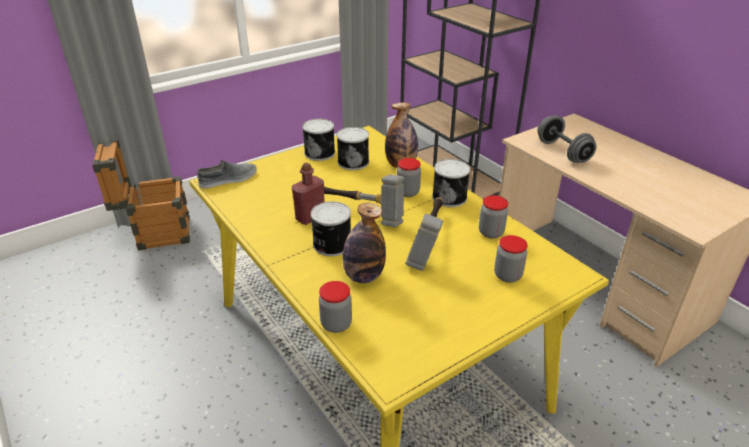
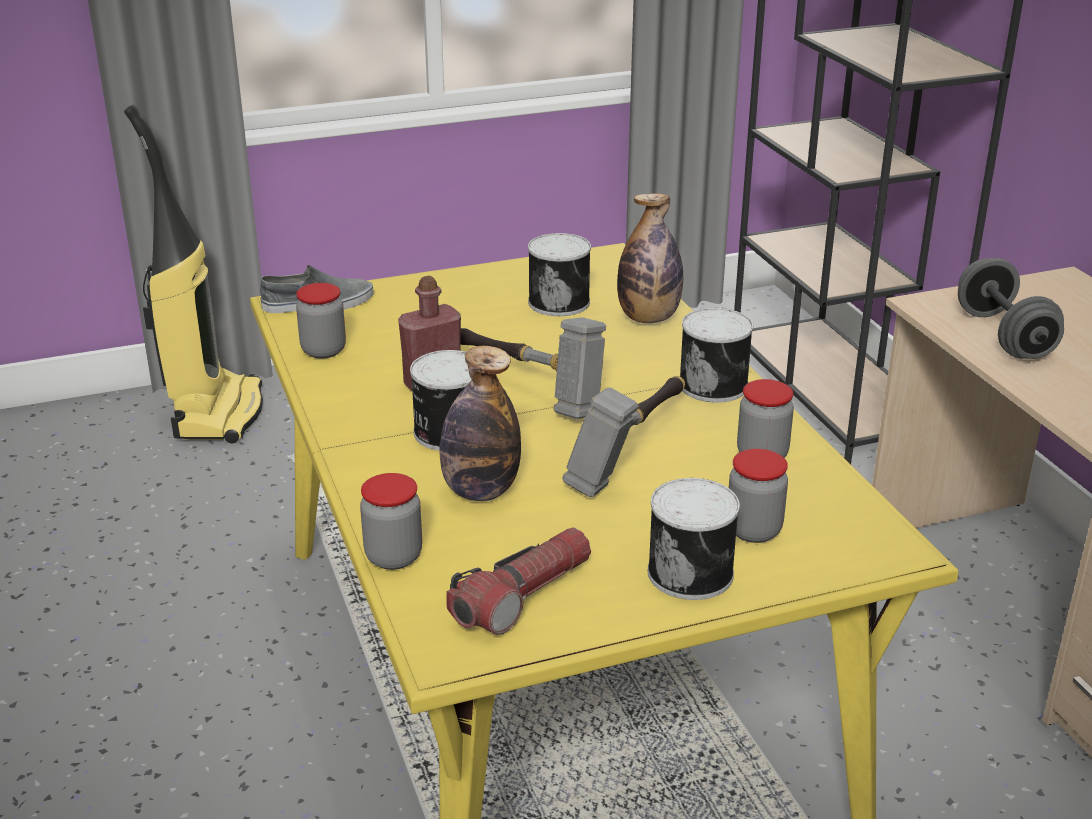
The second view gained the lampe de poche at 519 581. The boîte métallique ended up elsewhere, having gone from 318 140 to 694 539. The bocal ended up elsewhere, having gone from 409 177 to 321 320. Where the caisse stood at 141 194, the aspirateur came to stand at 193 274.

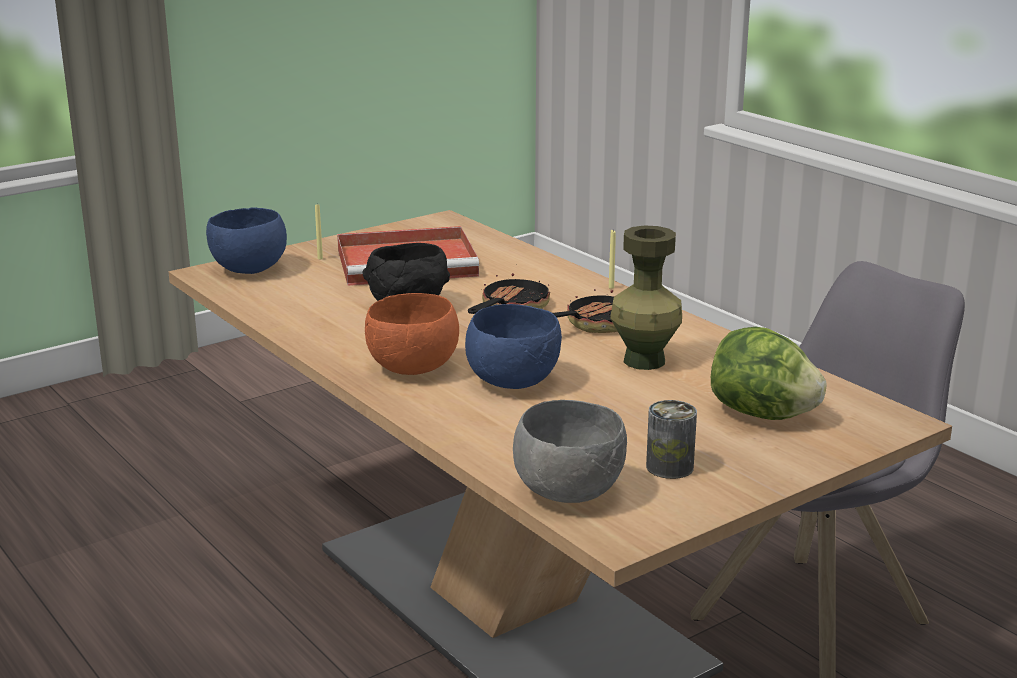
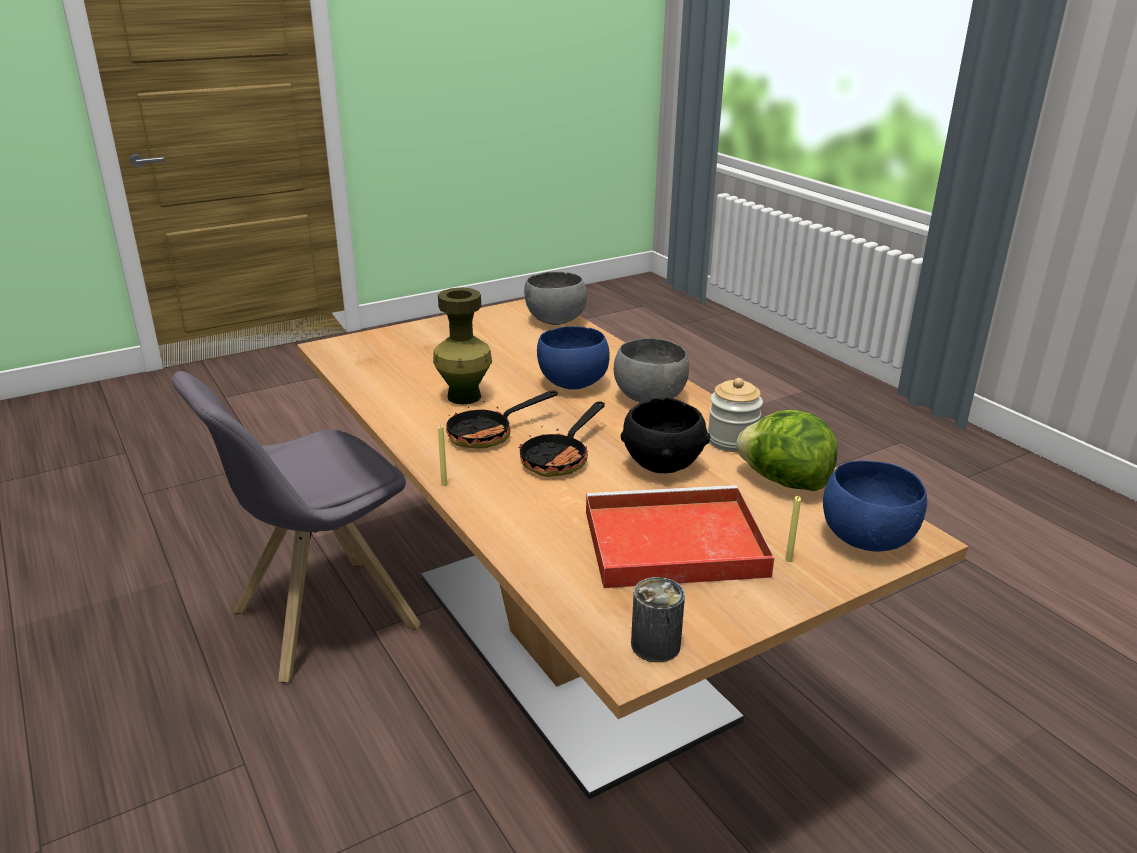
The second view gained the bocal at 735 415. The boîte métallique ended up elsewhere, having gone from 671 439 to 658 619. The laitue ended up elsewhere, having gone from 768 373 to 787 450. What was the bol (orange) at 412 334 turned into the bol (gris) at 651 370.

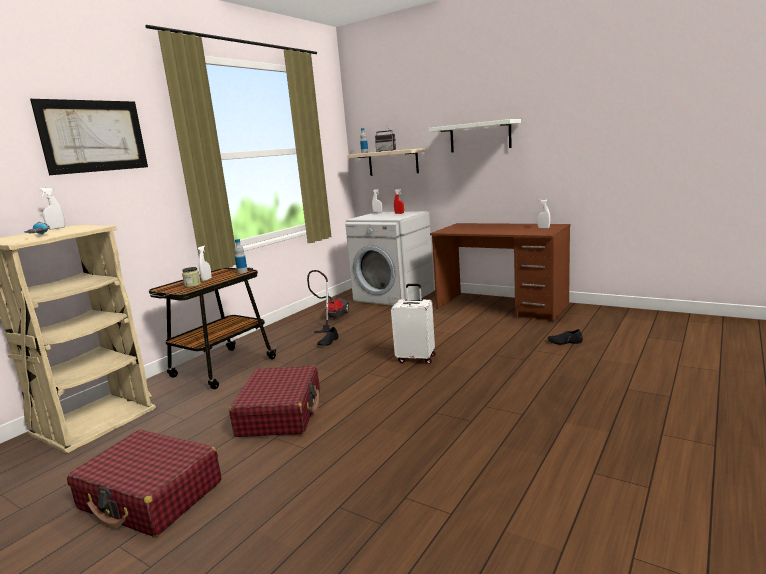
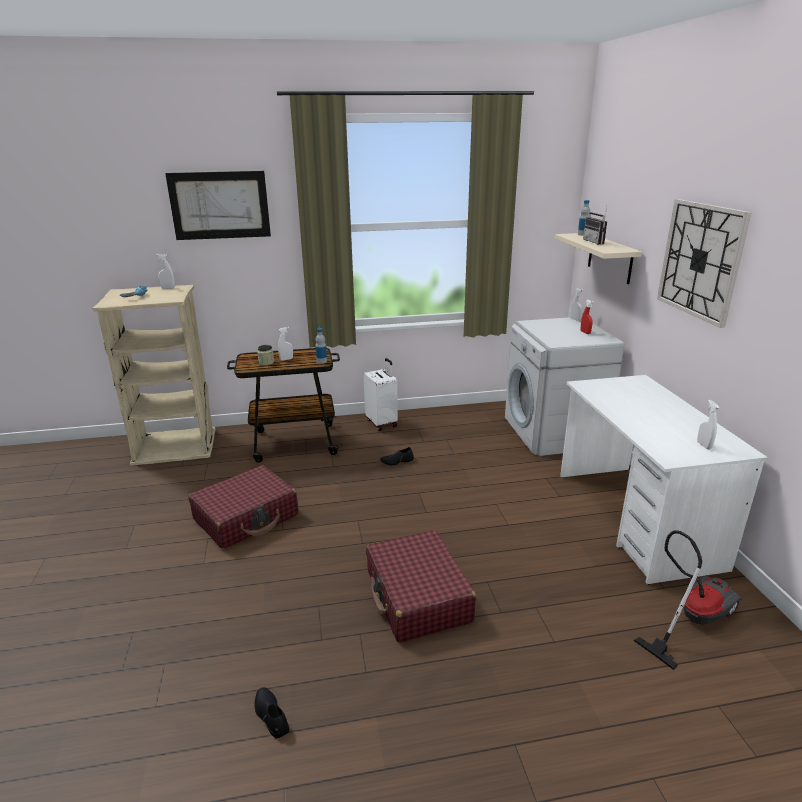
The valise (rouge) ended up elsewhere, having gone from 144 483 to 421 586. The aspirateur ended up elsewhere, having gone from 328 301 to 688 600. The valise (blanc) ended up elsewhere, having gone from 413 324 to 380 394. The chaussure (noir) ended up elsewhere, having gone from 565 337 to 271 713. Where the étagère (blanc) hung at 475 136, the horloge murale came to hang at 704 263. What was the bureau (marron) at 500 272 turned into the bureau (blanc) at 664 479.

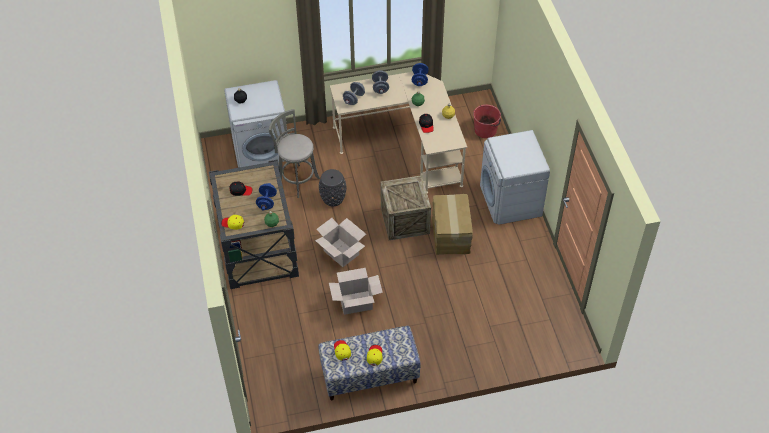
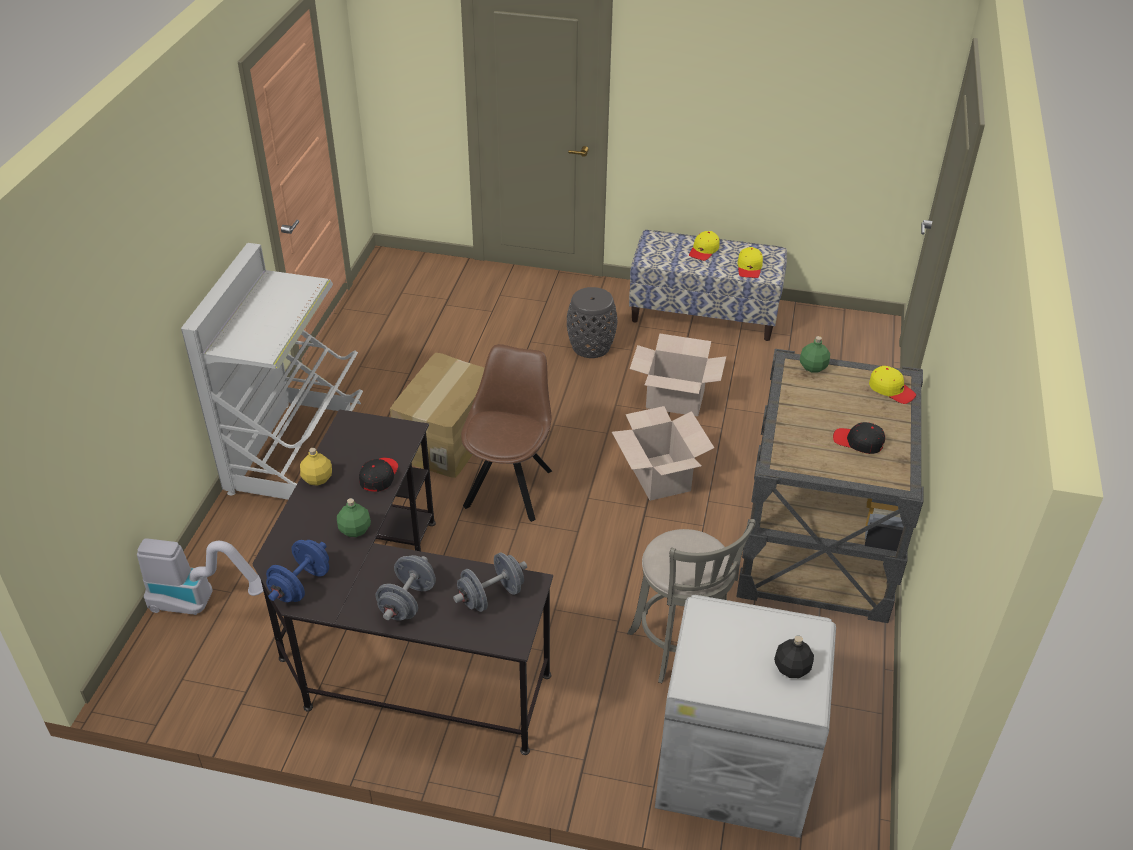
The second view lost the haltère (bleu) at 266 197. The tabouret (gris) ended up elsewhere, having gone from 332 187 to 592 322. Where the caisse stood at 405 207, the chaise (marron) came to stand at 506 433. Where the seau (rouge) stood at 487 121, the aspirateur came to stand at 200 576. Where the lave-linge (blanc) stood at 515 177, the étagère à chaussures (blanc) came to stand at 272 371. What was the bureau (beige) at 398 133 turned into the bureau (noir) at 402 582.

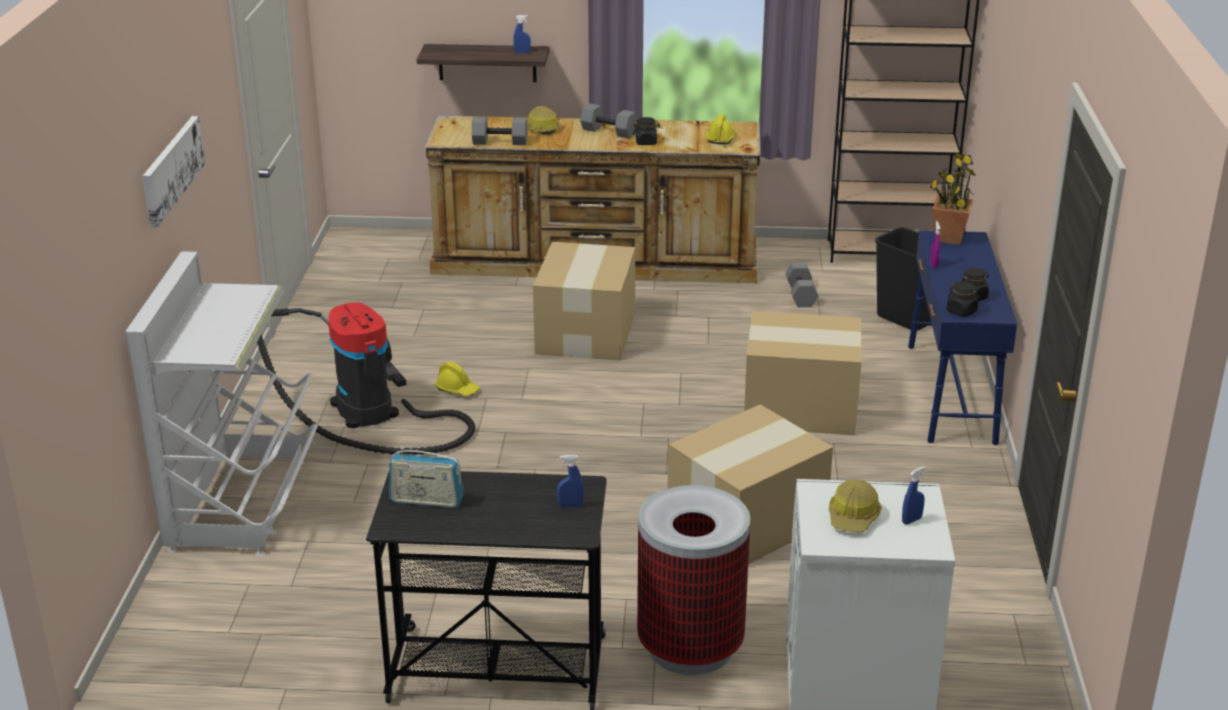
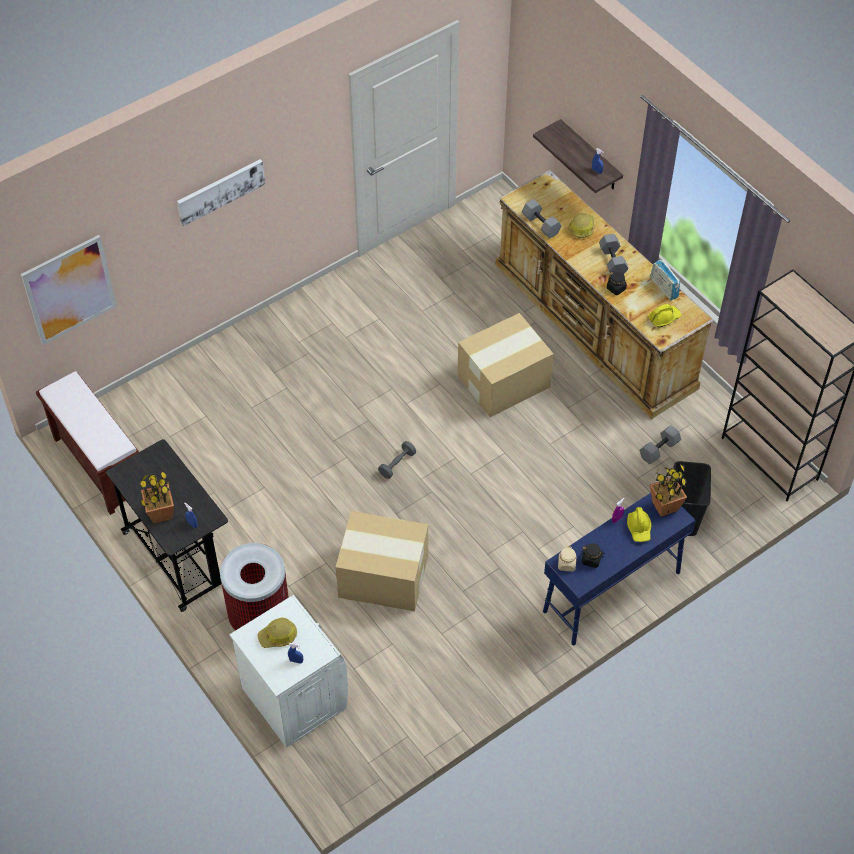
The second view lost the étagère à chaussures (blanc) at 222 403. The second view lost the aspirateur at 364 378. The second view lost the carton at 802 373. The second view gained the tableau at 69 290. The second view gained the banc (marron) at 87 443. The second view gained the plante en pot at 156 497. The second view gained the haltère (gris) at 397 460. The radio ended up elsewhere, having gone from 426 477 to 665 280. The casque de chantier (jaune) ended up elsewhere, having gone from 457 379 to 639 524. What was the bocal (noir) at 962 299 turned into the bocal (beige) at 567 558.

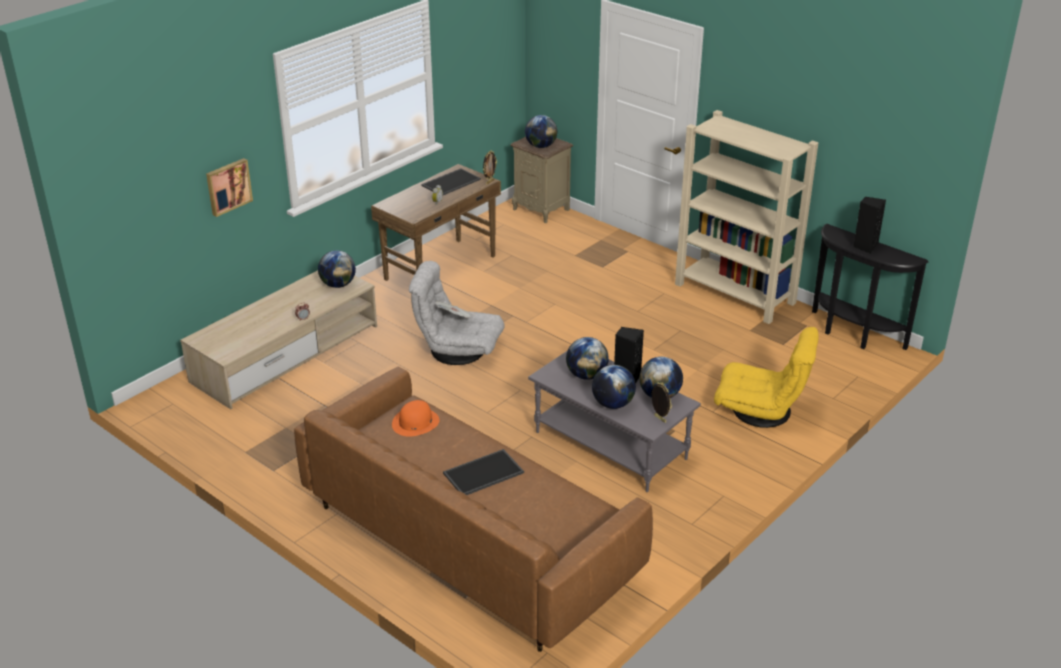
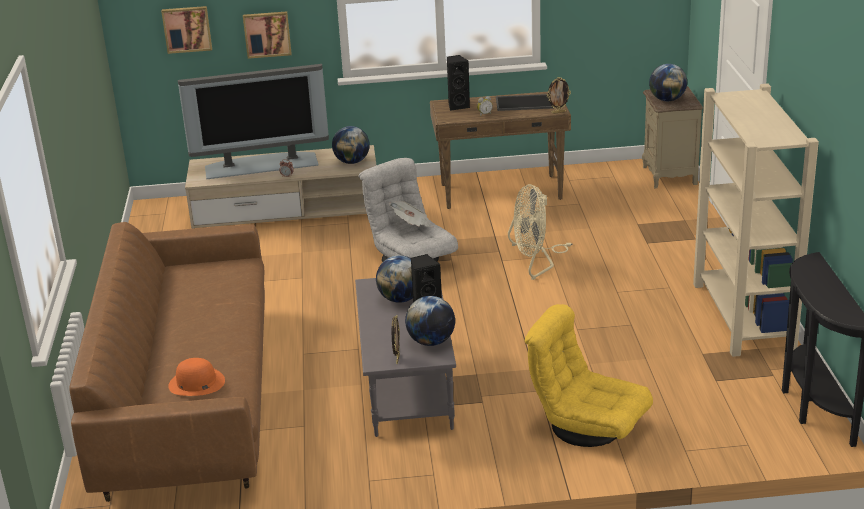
The second view lost the plateau at 483 472. The second view lost the globe at 614 387. The second view gained the tableau at 186 30. The second view gained the téléviseur at 253 121. The second view gained the ventilateur (beige) at 540 232. The chapeau (orange) ended up elsewhere, having gone from 416 418 to 196 377. The enceinte (noir) ended up elsewhere, having gone from 869 225 to 458 83. The fauteuil (jaune) at 766 377 ended up facing another way, 150 degrees clockwise from before.

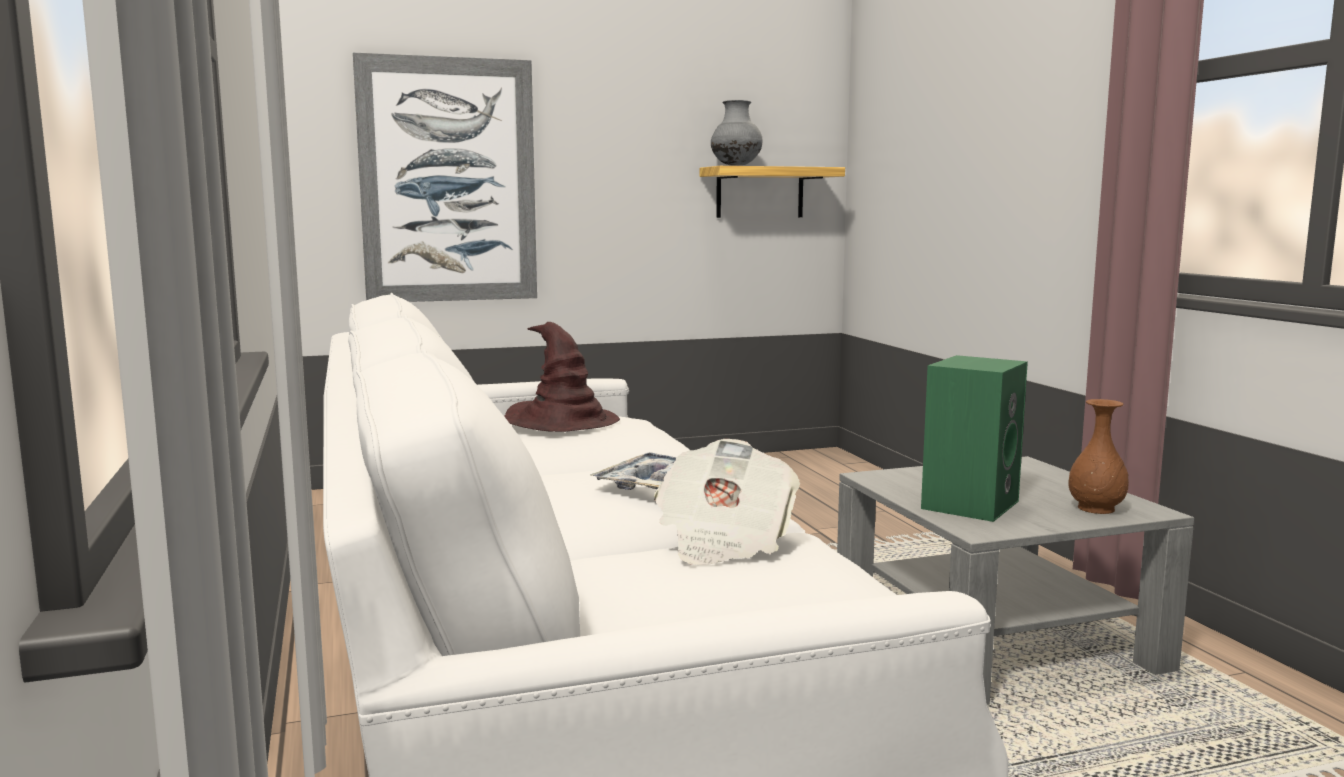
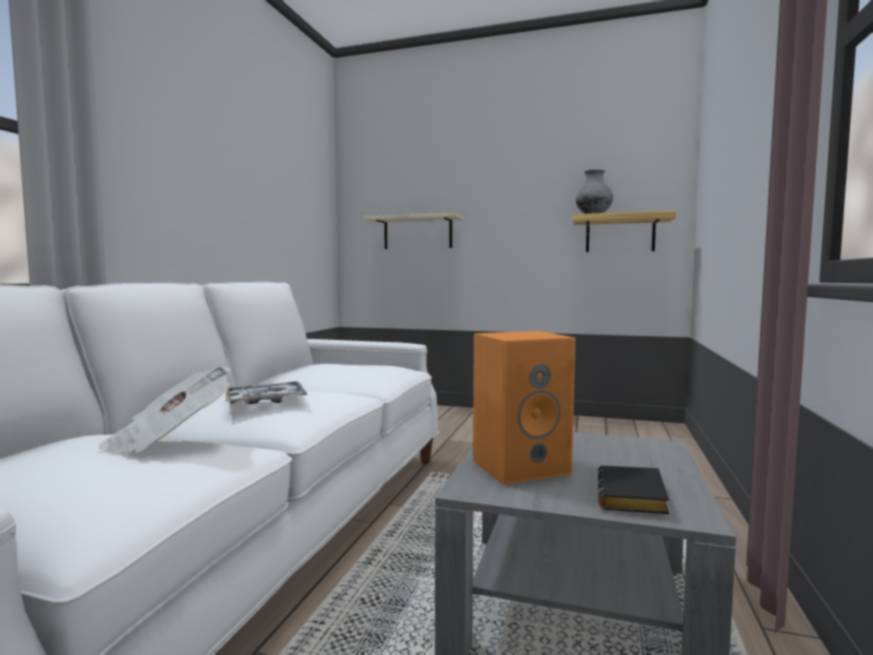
The second view lost the chapeau (marron) at 562 377. Where the tableau hung at 445 177, the étagère (beige) came to hang at 413 231. Where the vase (marron) stood at 1098 456, the livre (noir) came to stand at 633 490. What was the enceinte (vert) at 974 438 turned into the enceinte (orange) at 524 408.

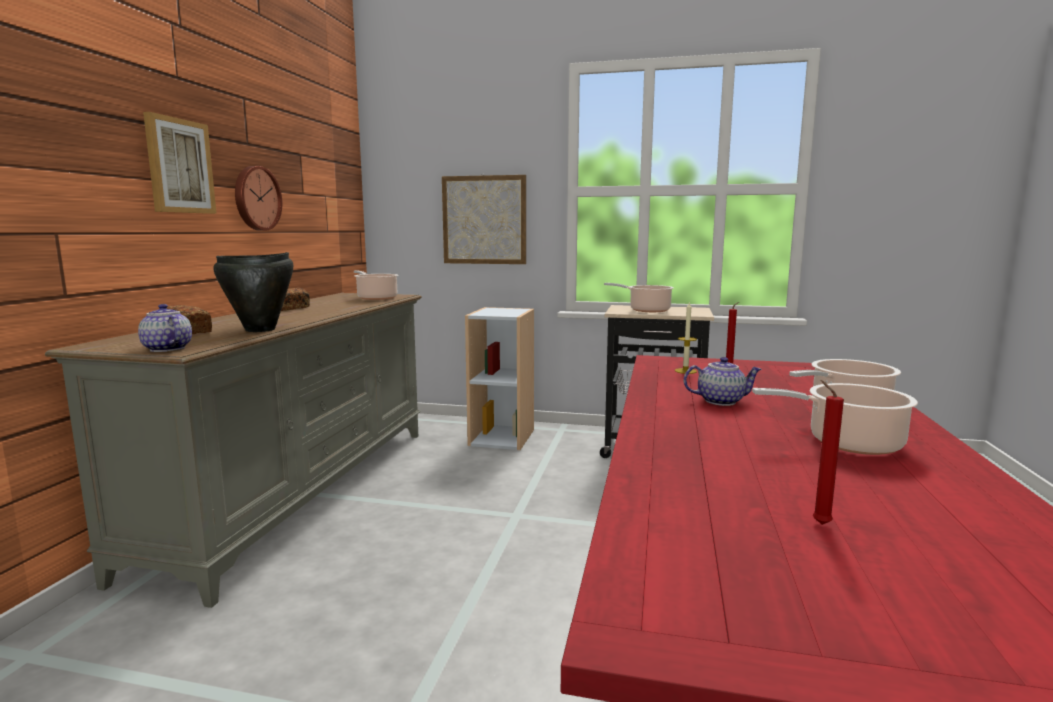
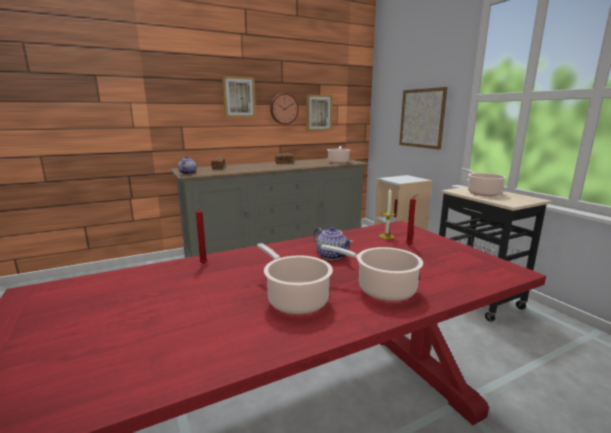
The second view lost the marmite (noir) at 253 292. The second view gained the tableau at 319 112. The bougie (rouge) ended up elsewhere, having gone from 828 452 to 201 234.

